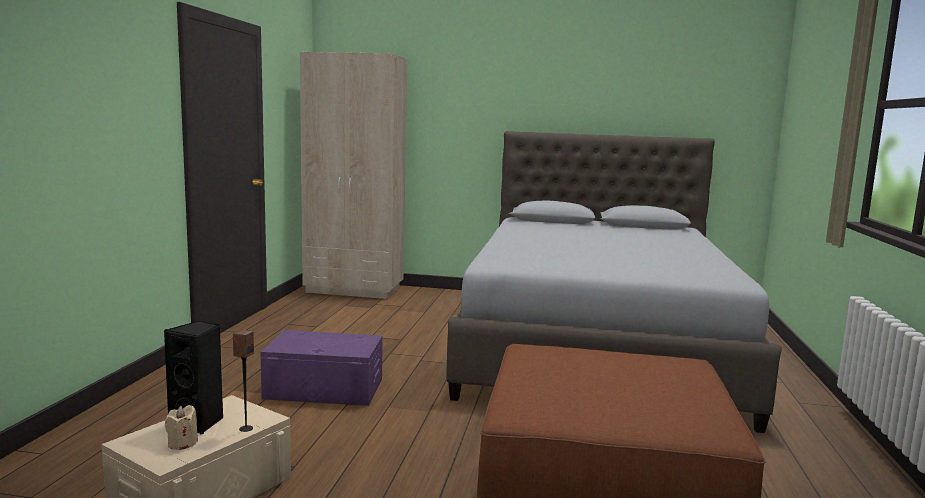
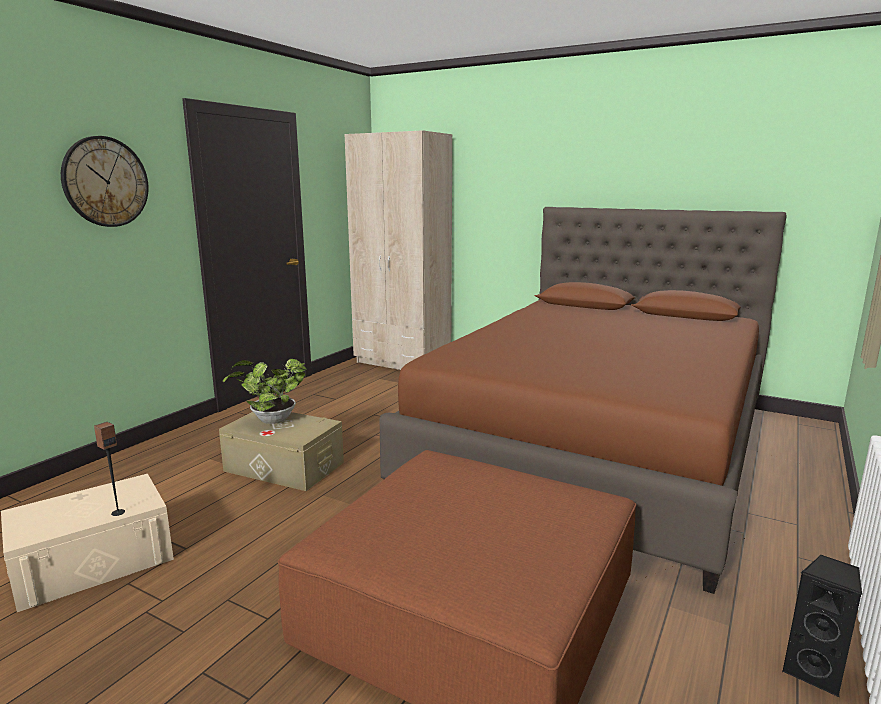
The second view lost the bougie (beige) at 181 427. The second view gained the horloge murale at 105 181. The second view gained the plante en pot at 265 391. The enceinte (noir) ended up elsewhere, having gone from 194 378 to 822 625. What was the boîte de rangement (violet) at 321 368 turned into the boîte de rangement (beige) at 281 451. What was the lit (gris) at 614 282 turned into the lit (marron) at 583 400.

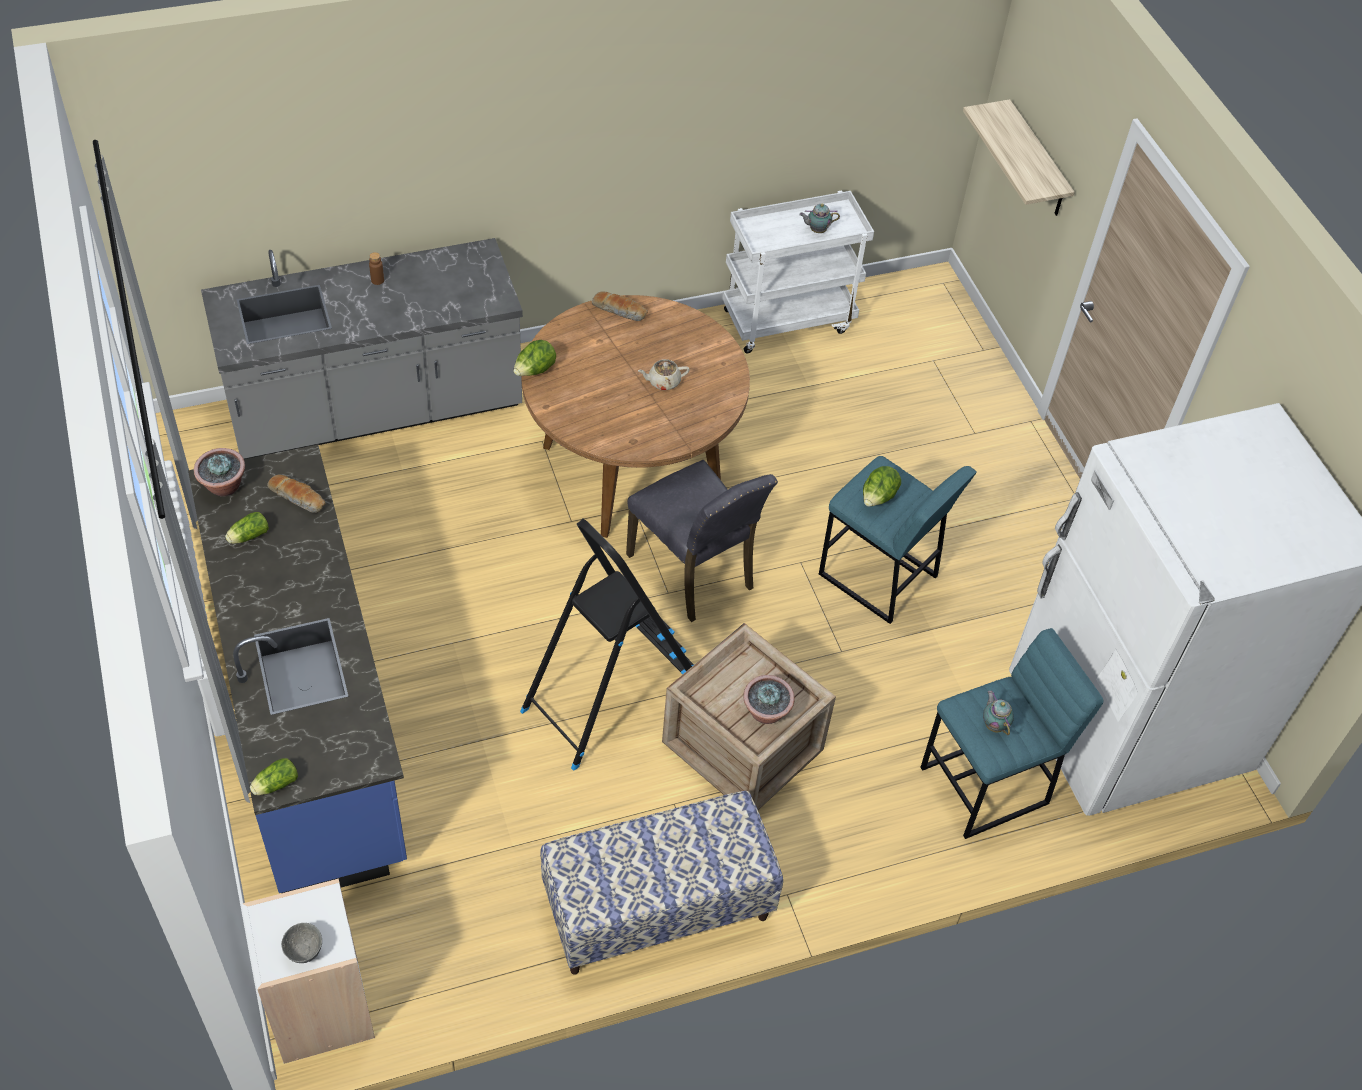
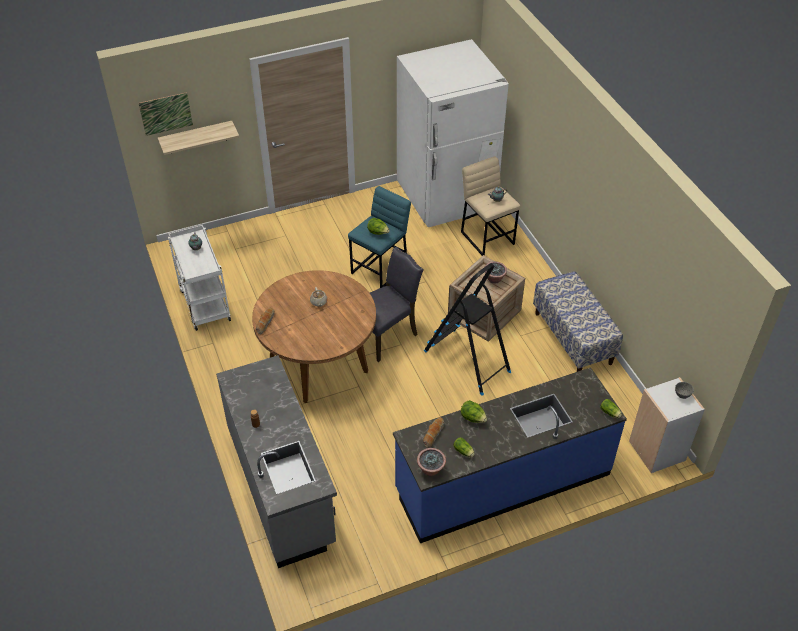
The second view gained the tableau at 165 114. The laitue ended up elsewhere, having gone from 535 358 to 474 411. What was the tabouret (bleu) at 1011 733 turned into the tabouret (beige) at 490 206.

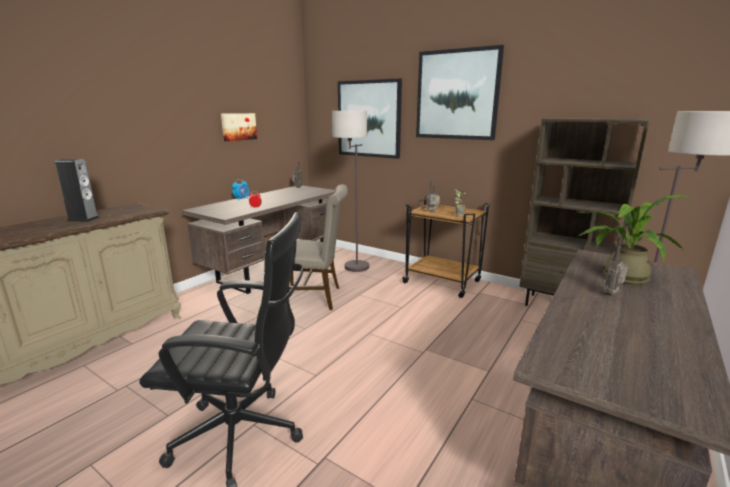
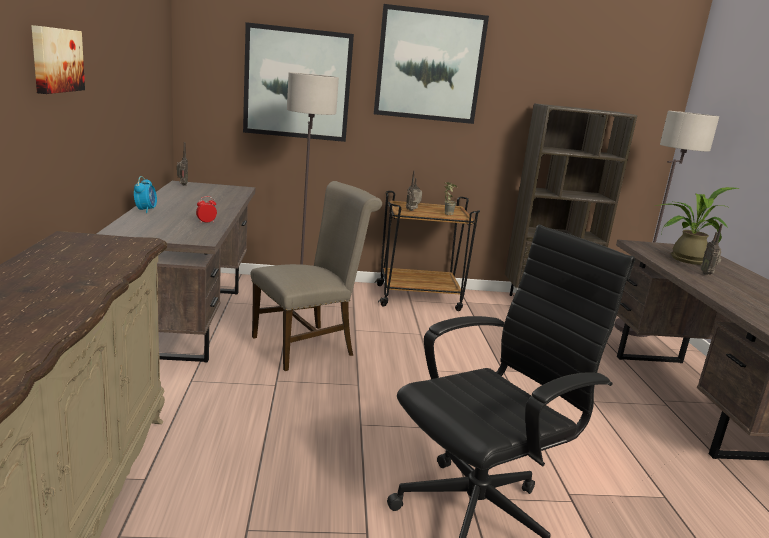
The second view lost the enceinte at 77 190. The tableau ended up elsewhere, having gone from 239 127 to 58 59.

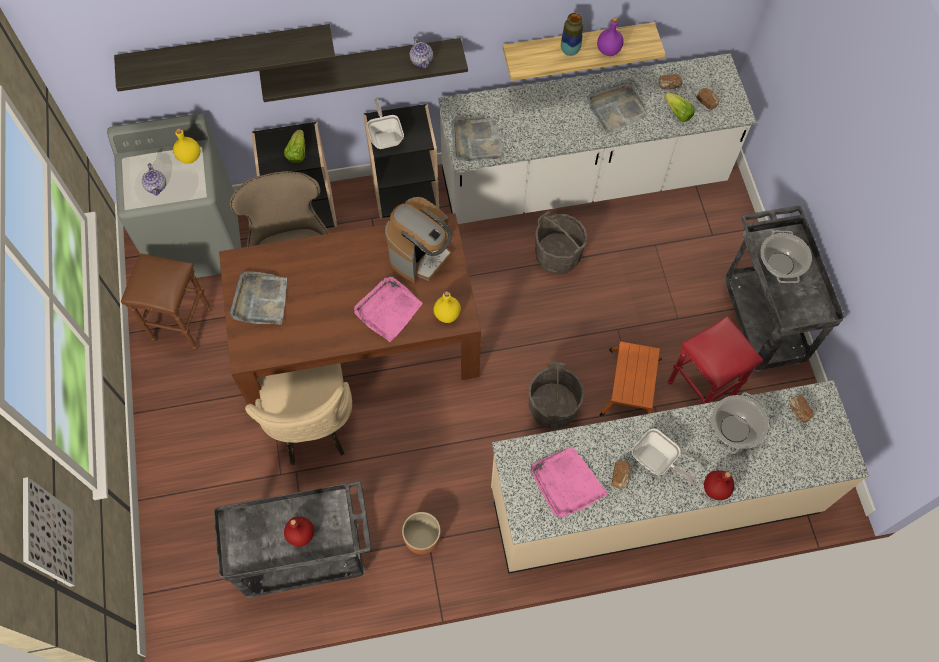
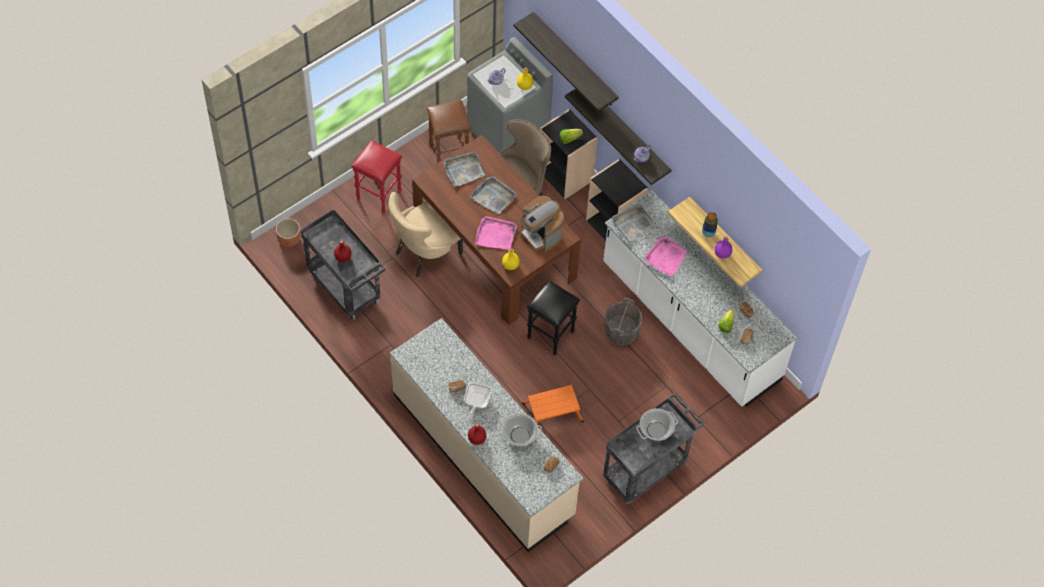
The second view lost the tableau at 49 532. The second view lost the poêle at 385 123. The second view lost the seau (gris) at 556 395. The second view gained the tabouret (noir) at 553 317. The cache-pot (marron) ended up elsewhere, having gone from 421 533 to 288 233. The plateau (rose) ended up elsewhere, having gone from 569 482 to 666 256. The plateau (gris) ended up elsewhere, having gone from 617 107 to 493 195. The tabouret (rouge) ended up elsewhere, having gone from 715 360 to 377 177. The machine à café at 418 240 ended up facing another way, 45 degrees clockwise from before.

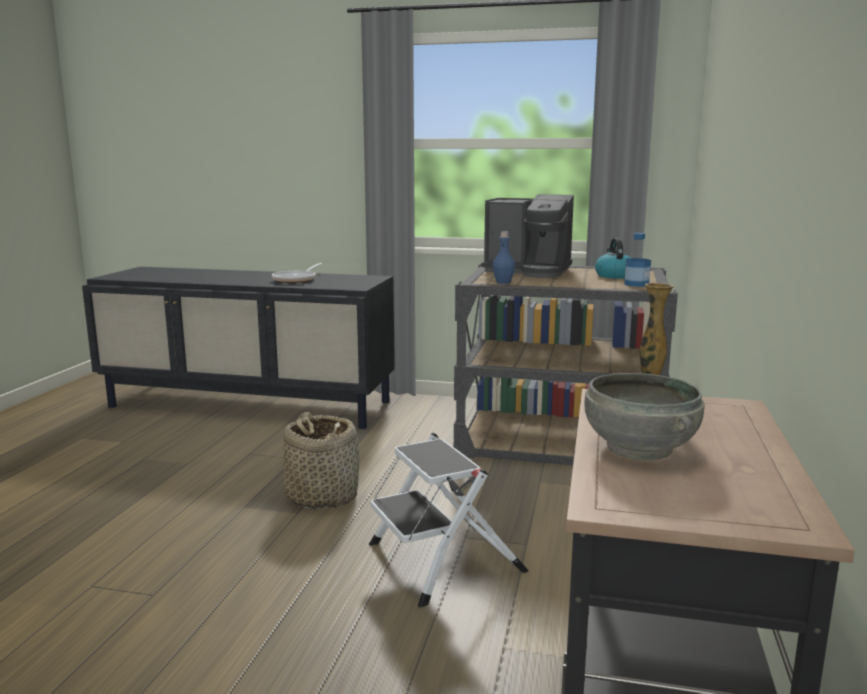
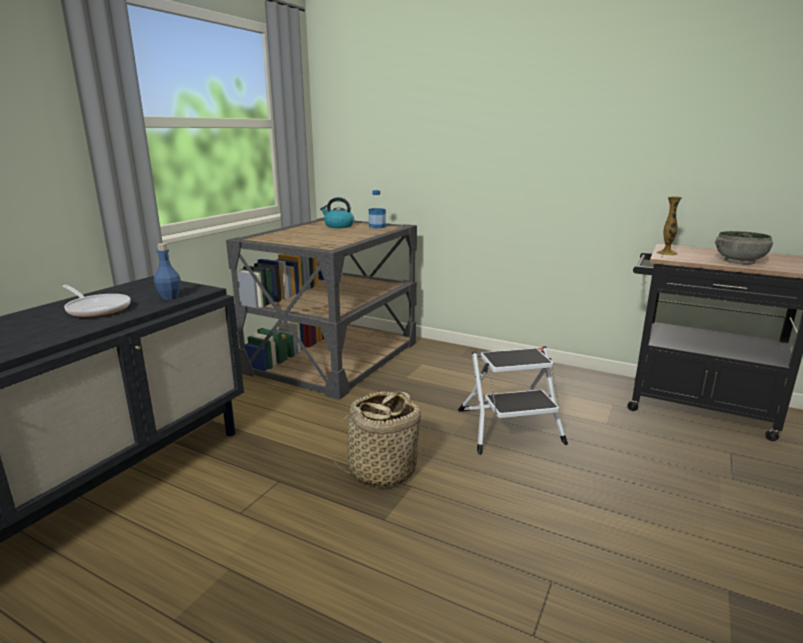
The second view lost the machine à café at 527 236. The bouteille (bleu) ended up elsewhere, having gone from 503 257 to 167 271.

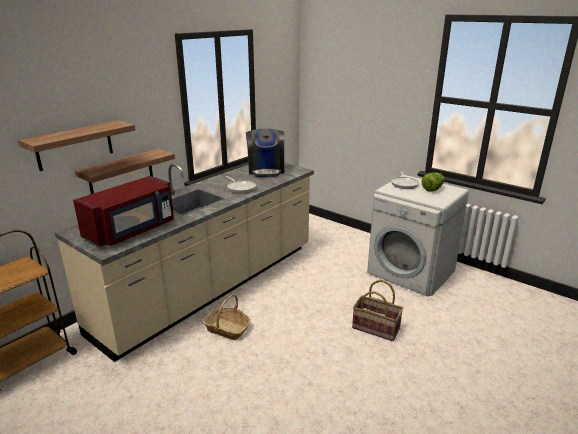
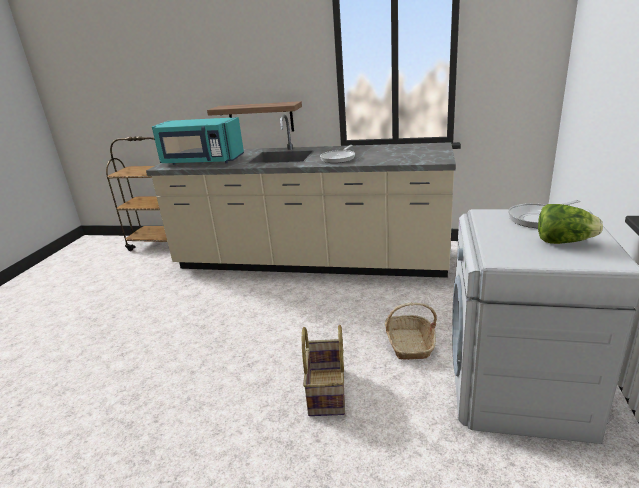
The second view lost the étagère at 76 145. The second view lost the machine à café at 265 153. The panier ended up elsewhere, having gone from 226 317 to 411 331. What was the micro-ondes (rouge) at 123 211 turned into the micro-ondes (turquoise) at 198 141.

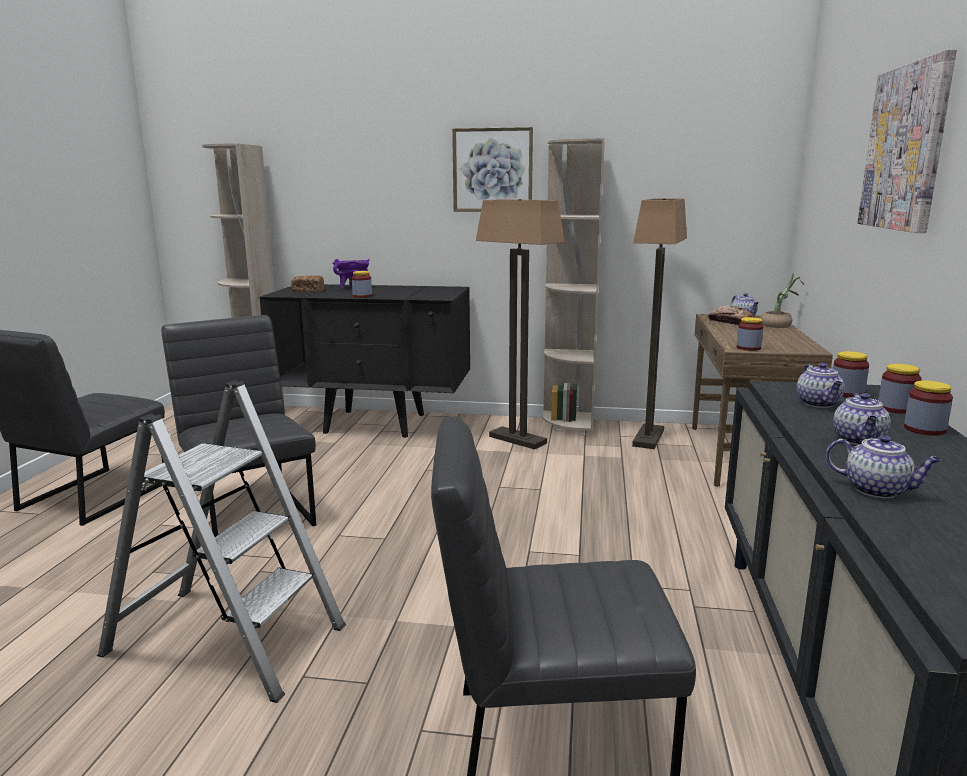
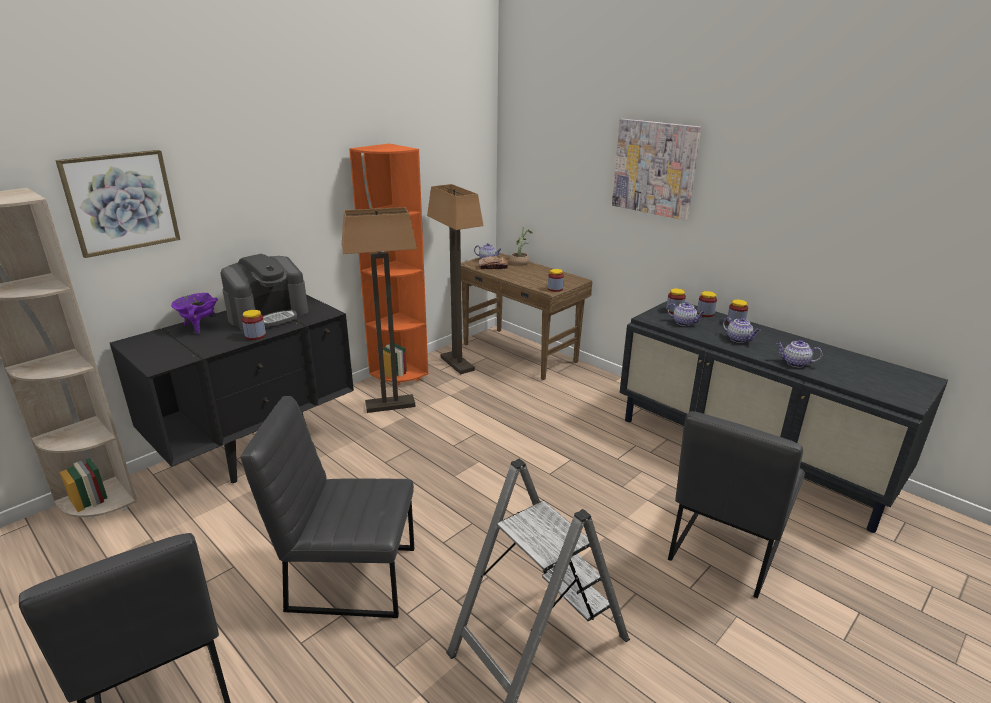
The second view lost the pain at 307 283. The second view gained the machine à café at 264 292. The tableau ended up elsewhere, having gone from 492 169 to 117 204. What was the bibliothèque (beige) at 574 286 turned into the bibliothèque (orange) at 388 264. The théière at 884 466 ended up facing another way, 135 degrees counterclockwise from before.

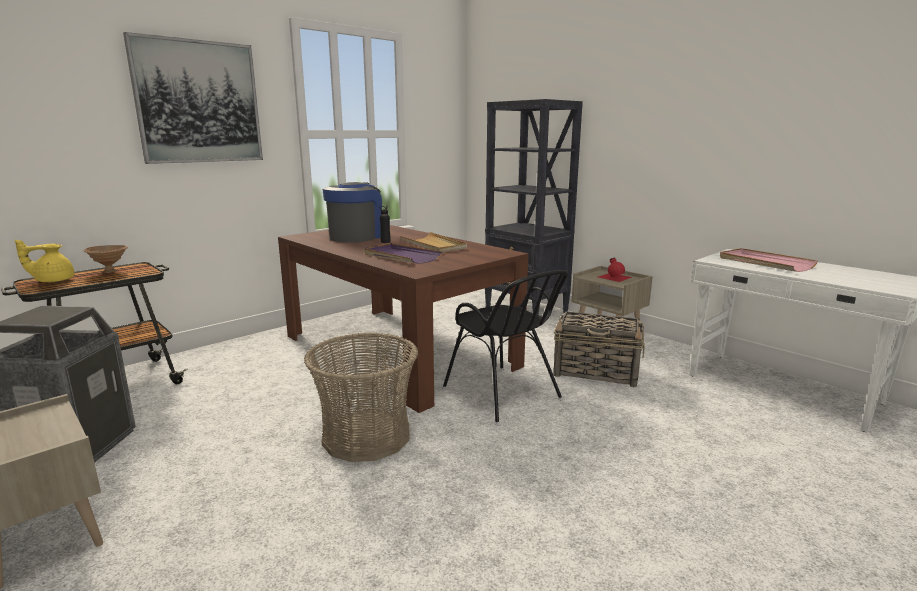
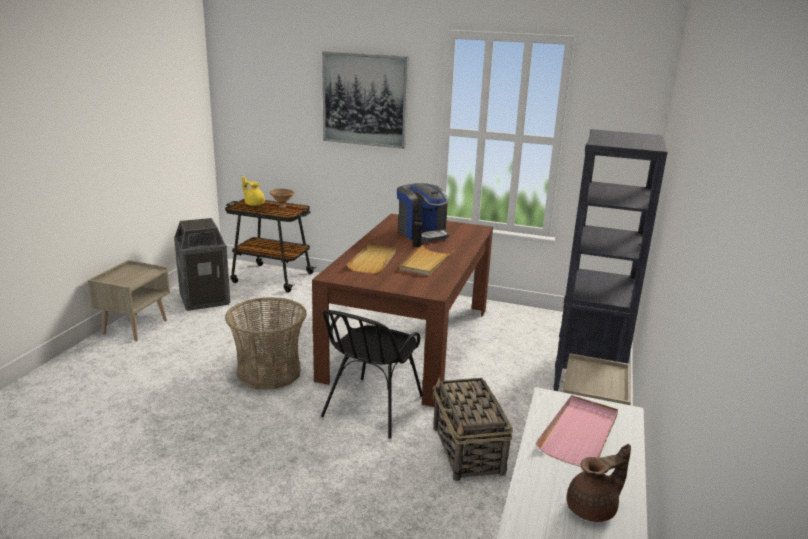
The second view lost the bouteille (rouge) at 615 270. The second view gained the théière (marron) at 599 483. What was the plateau (violet) at 403 253 turned into the plateau (beige) at 371 259. The machine à café at 352 212 ended up facing another way, 60 degrees clockwise from before.

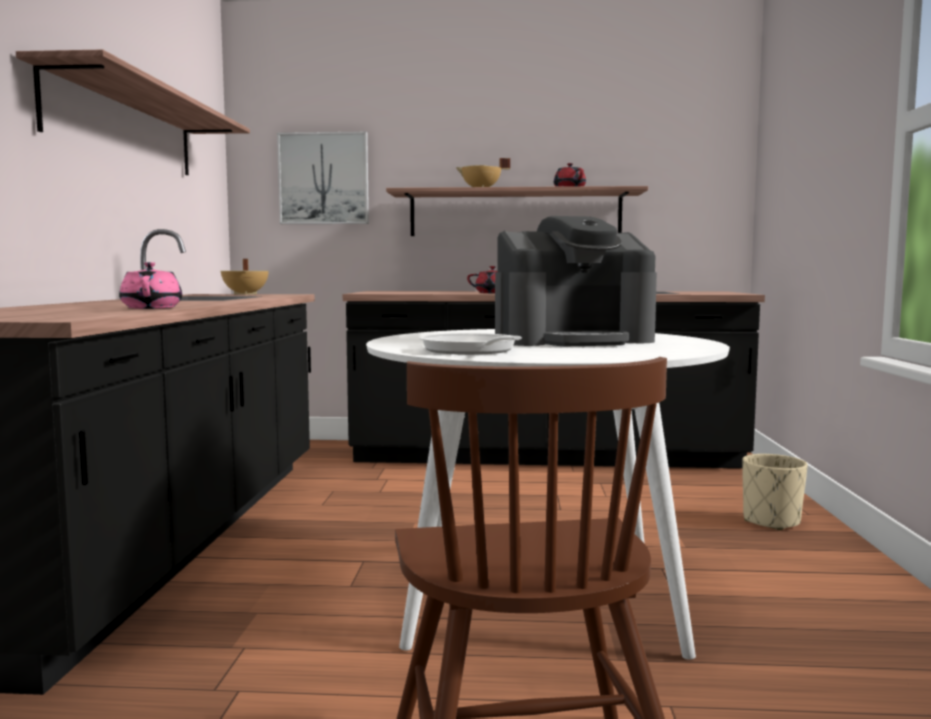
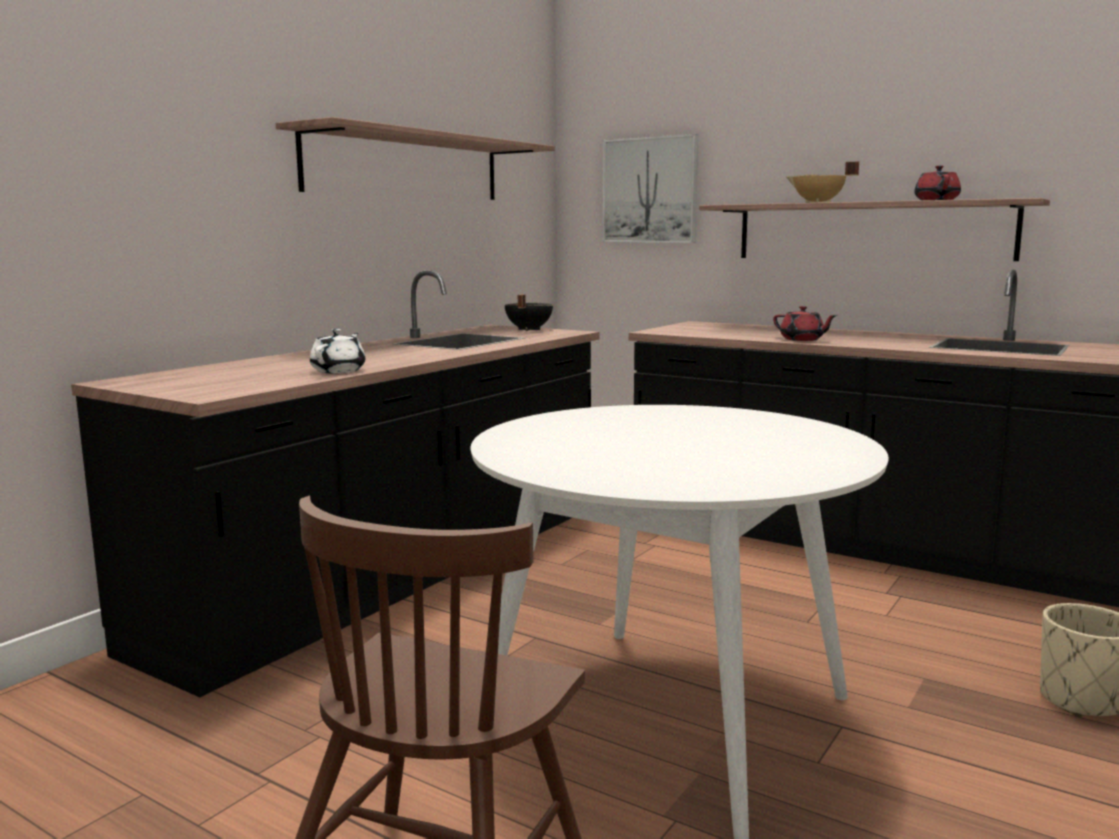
The second view lost the poêle at 470 344. The second view lost the machine à café at 576 281. What was the théière (rose) at 150 285 turned into the théière (blanc) at 337 351. What was the marmite (beige) at 245 277 turned into the marmite (noir) at 529 312.

